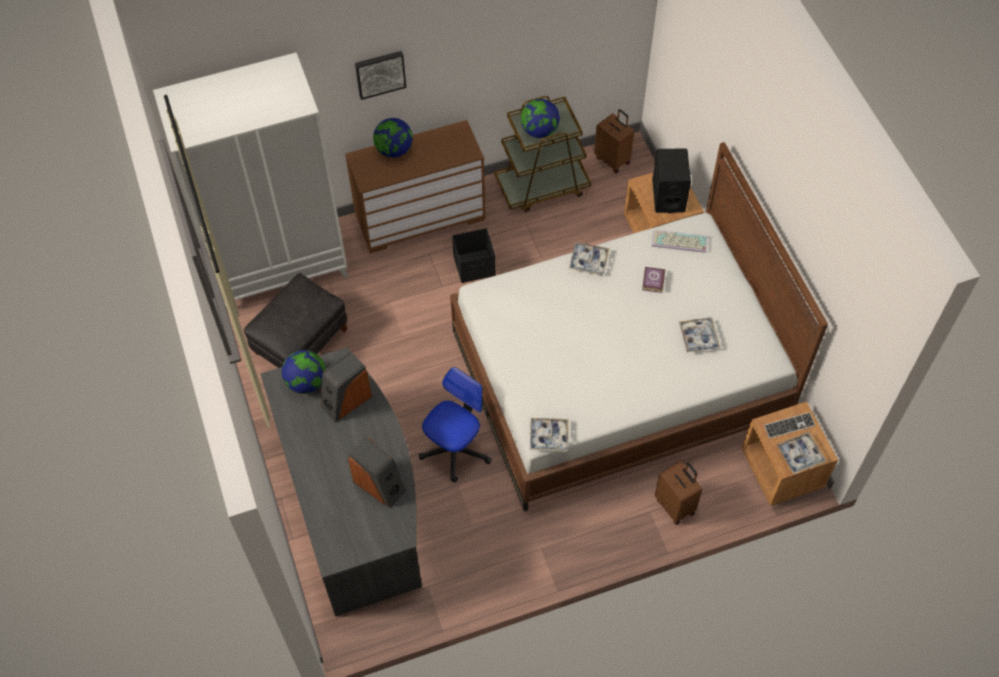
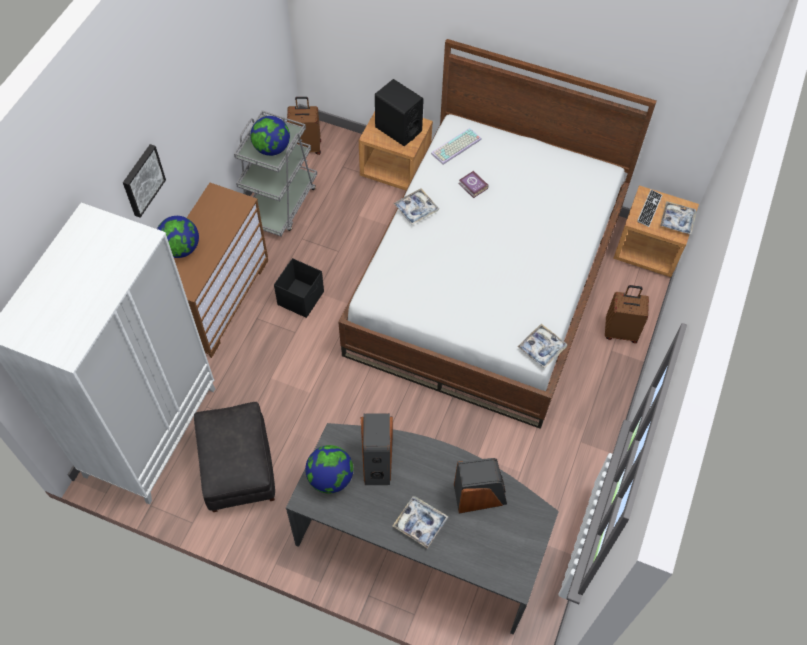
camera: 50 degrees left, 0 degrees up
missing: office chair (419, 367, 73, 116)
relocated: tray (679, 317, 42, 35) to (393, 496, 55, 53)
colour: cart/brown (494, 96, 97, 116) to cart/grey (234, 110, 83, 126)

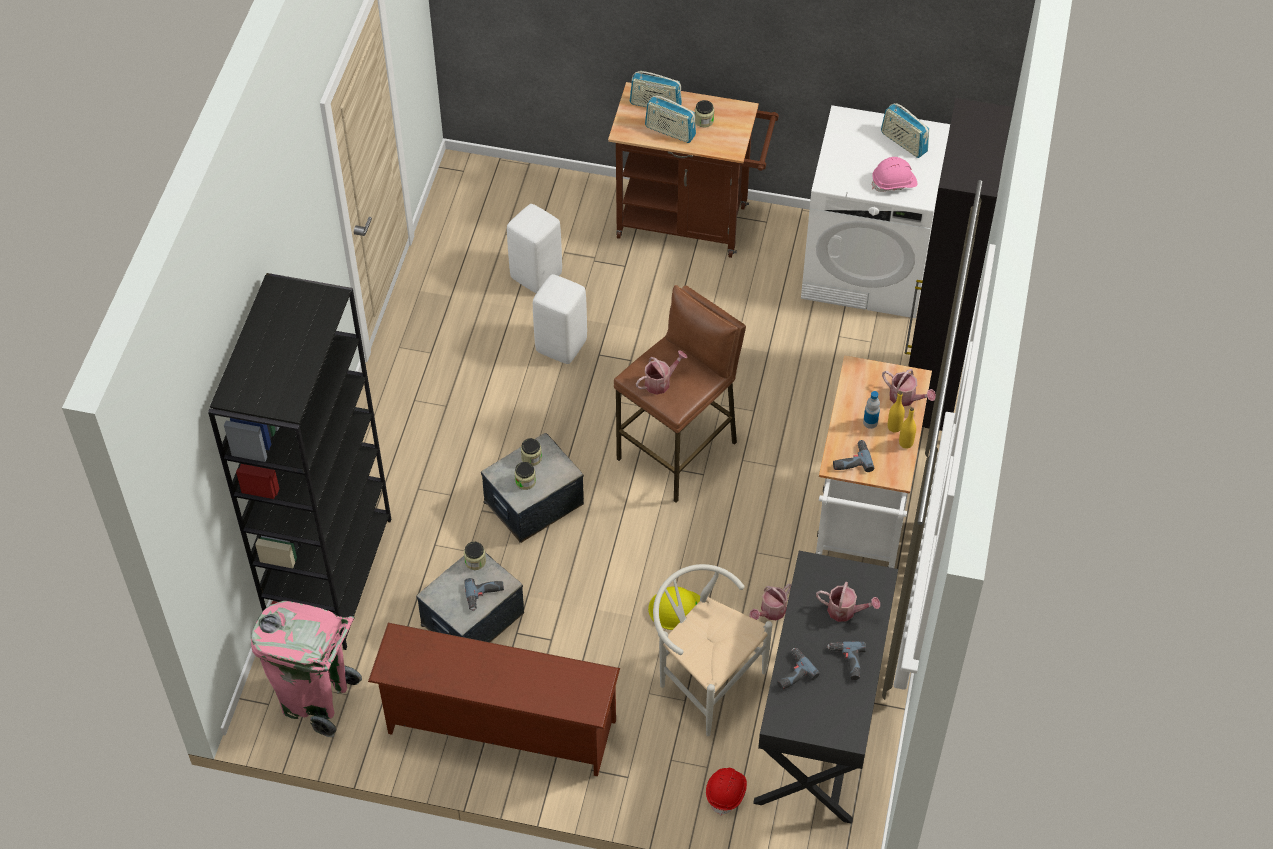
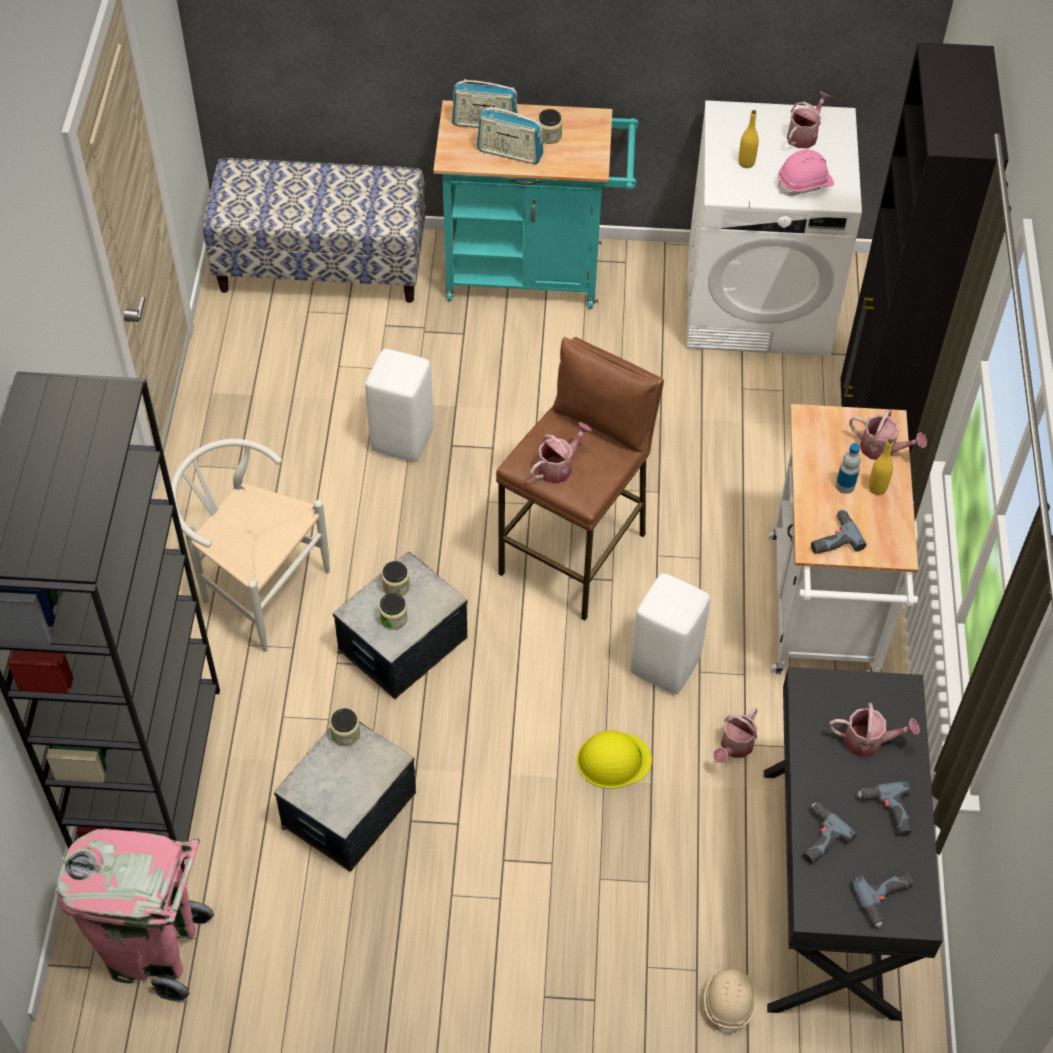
camera: 10 degrees left, 0 degrees up
missing: shoe rack/brown (368, 623, 252, 153)
appeared: bench (203, 158, 222, 145)
relocated: chair/white (653, 564, 119, 172) to (171, 439, 159, 213); stool/white (507, 204, 55, 89) to (630, 573, 80, 121); bottle/yellow (899, 407, 17, 42) to (738, 110, 21, 58); power drill (464, 578, 40, 33) to (851, 873, 62, 55)
exchanged: radio (881, 103, 48, 55) to watering can (787, 91, 44, 57)
colour: cart/brown (608, 82, 171, 176) to cart/turquoise (433, 100, 205, 209); hard hat/red (706, 768, 41, 48) to hard hat/beige (704, 969, 53, 67)

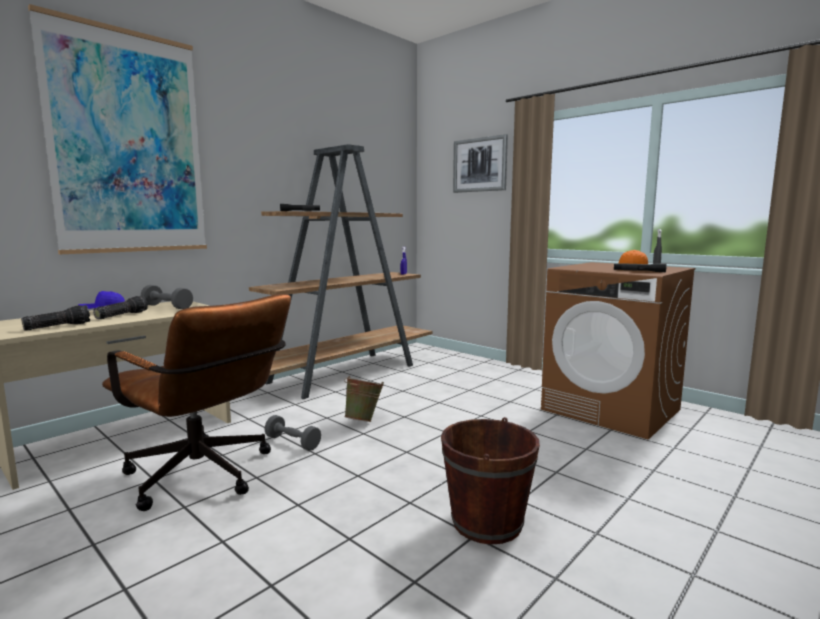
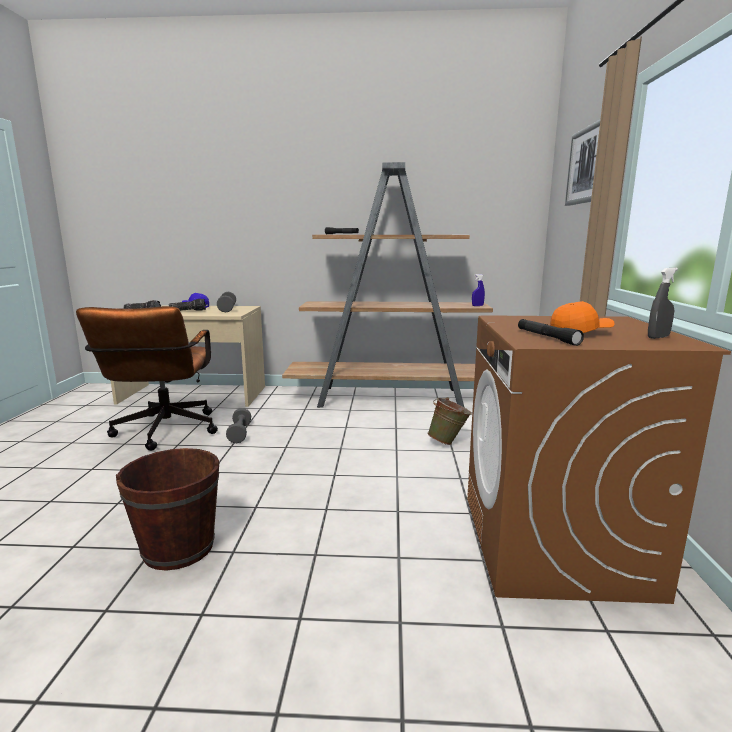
camera: 50 degrees right, 5 degrees up
missing: picture (28, 4, 179, 250)
relocated: bucket/green (344, 376, 40, 46) to (428, 397, 44, 48)

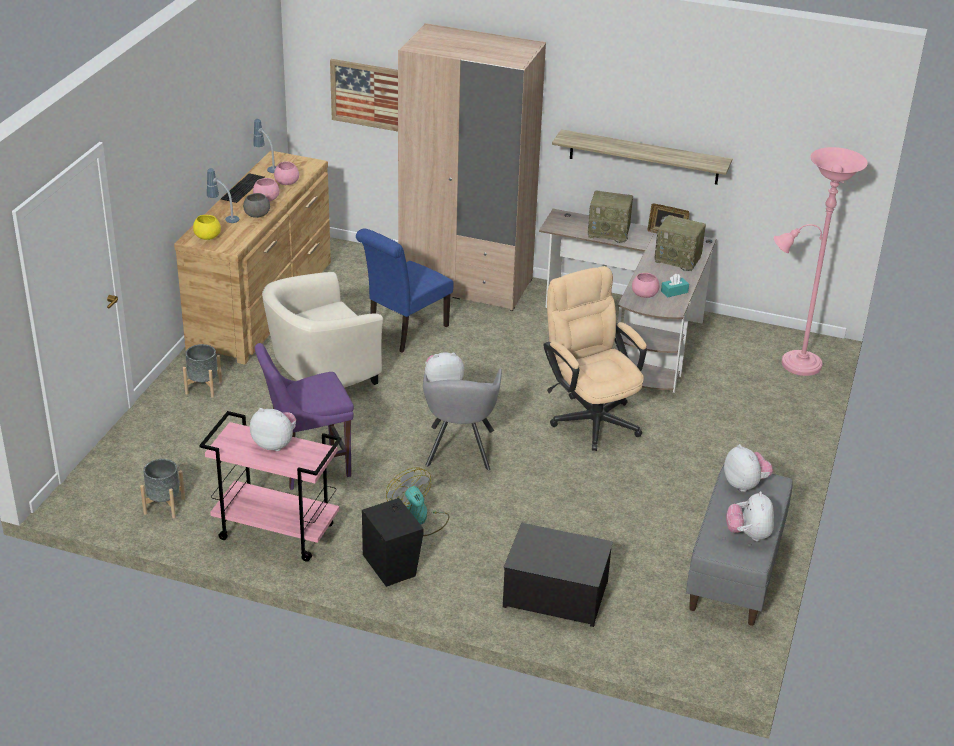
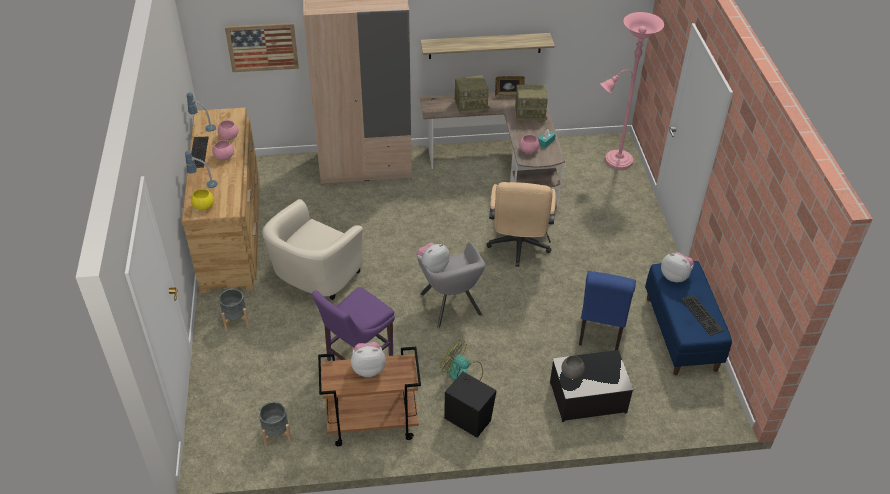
camera: 25 degrees left, 10 degrees up
relocated: bowl/grey (243, 193, 27, 25) to (561, 356, 24, 23); chair/blue (356, 229, 98, 124) to (579, 271, 57, 79)
exchanged: plush toy (726, 491, 48, 50) to keyboard (681, 294, 43, 42)
colour: cart/pink (199, 411, 142, 151) to cart/brown (318, 347, 103, 99); bench/grey (686, 465, 107, 161) to bench/blue (645, 261, 87, 114)
spun: office chair/beige (544, 266, 103, 185) = (486, 182, 70, 85) 120 degrees counterclockwise

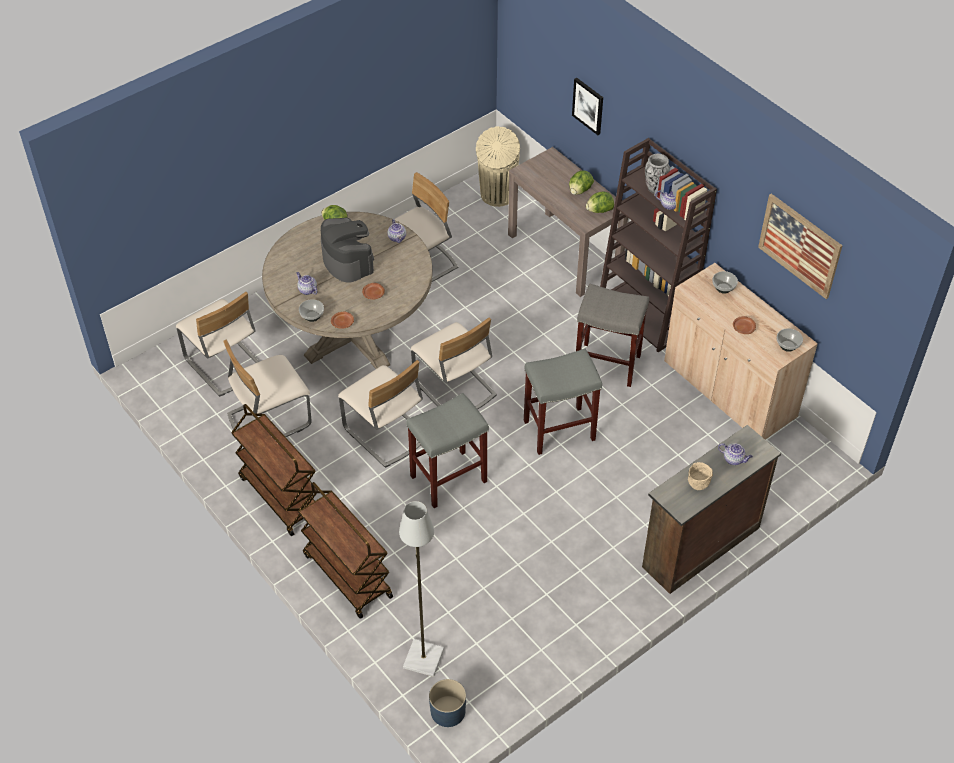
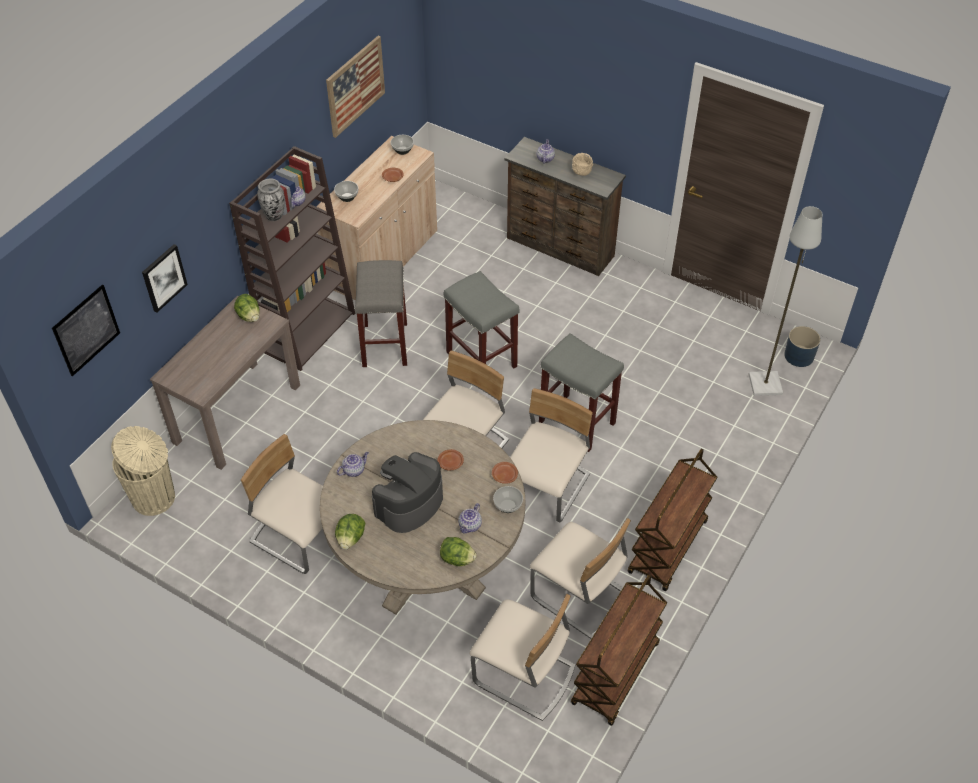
camera: 110 degrees left, 0 degrees up
appeared: picture (52, 284, 68, 92)
relocated: lettuce (569, 170, 25, 25) to (440, 537, 37, 29); cart/brown (298, 482, 95, 137) to (571, 574, 96, 152)
spun: chair/beige (176, 292, 84, 104) = (470, 594, 106, 127) 90 degrees clockwise

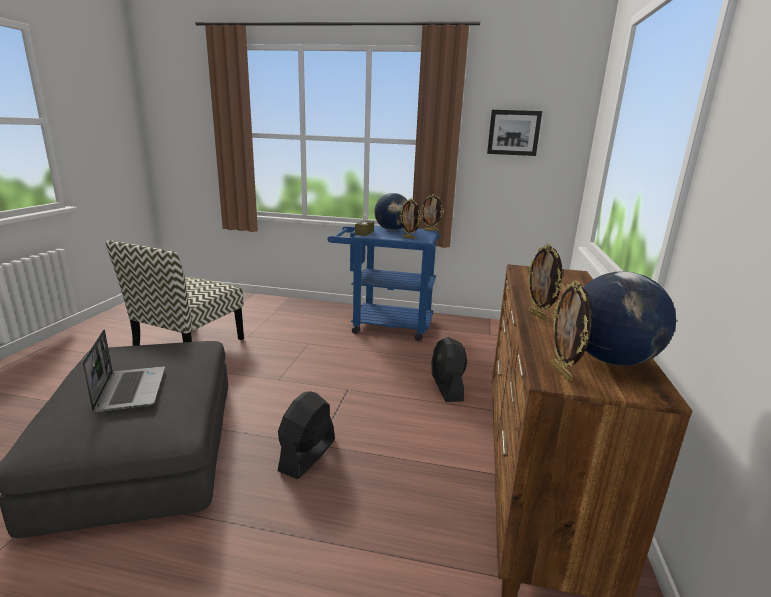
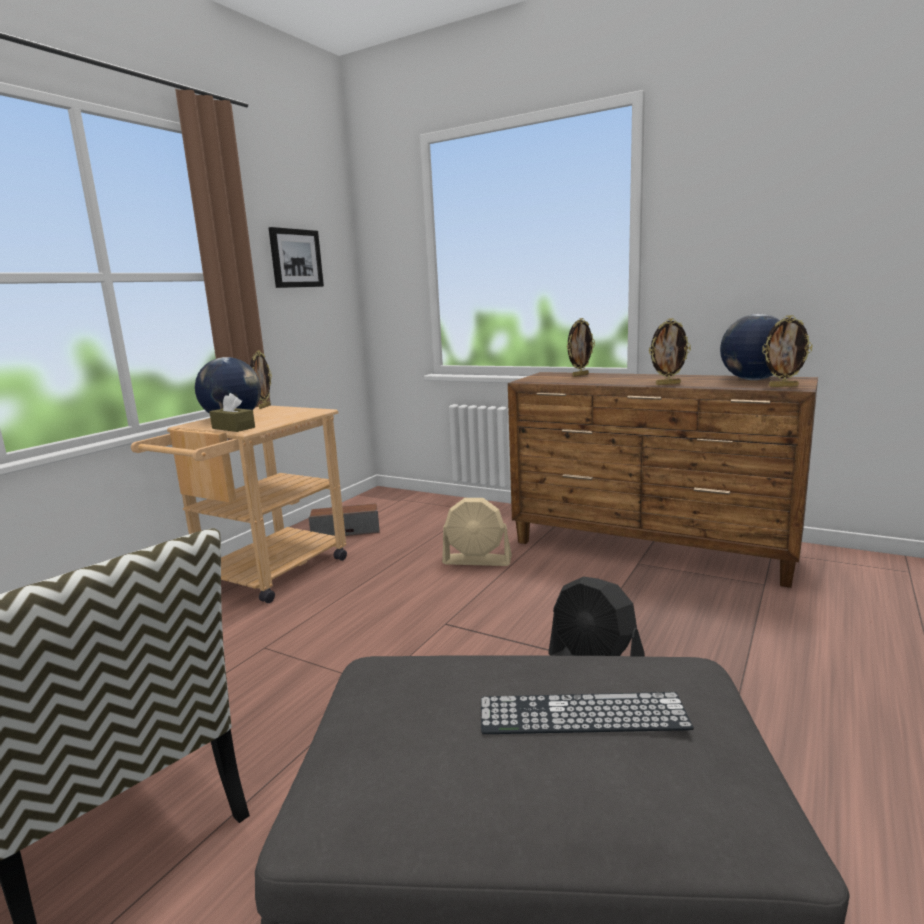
camera: 70 degrees left, 5 degrees down
appeared: speaker (309, 503, 71, 33)
relocated: picture frame (400, 198, 21, 41) to (567, 318, 28, 59)
exchanged: laptop (82, 330, 83, 82) to keyboard (481, 692, 213, 42)
colour: cart/blue (327, 225, 113, 116) to cart/beige (131, 406, 216, 197); fan/black (431, 337, 36, 65) to fan/beige (442, 498, 70, 68)

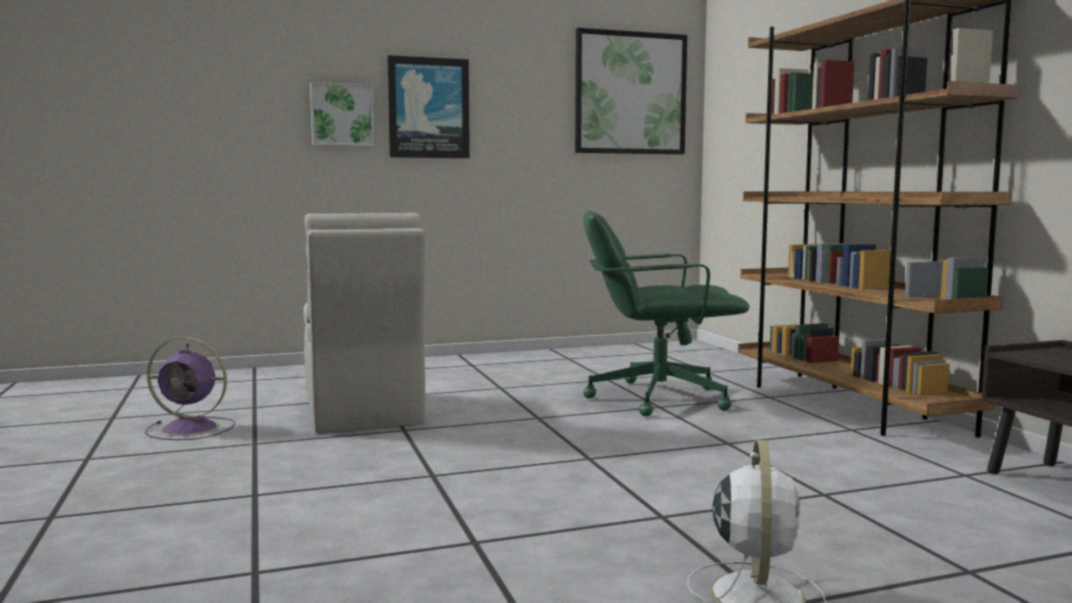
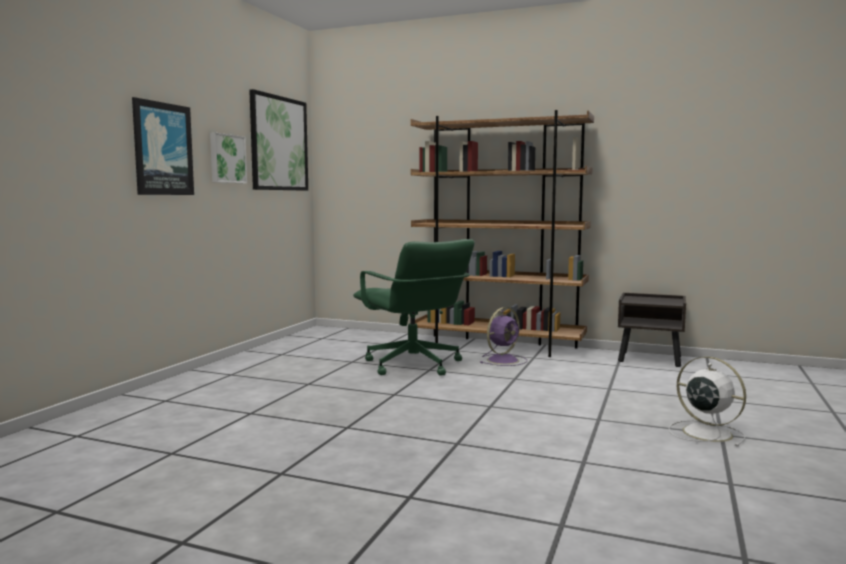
camera: 50 degrees left, 0 degrees up
missing: chair/beige (303, 213, 122, 220)
relocated: picture (310, 82, 64, 64) to (210, 132, 37, 51); fan/purple (145, 337, 90, 103) to (480, 307, 47, 59)
spun: office chair/green (583, 211, 166, 205) = (353, 239, 122, 137) 75 degrees counterclockwise

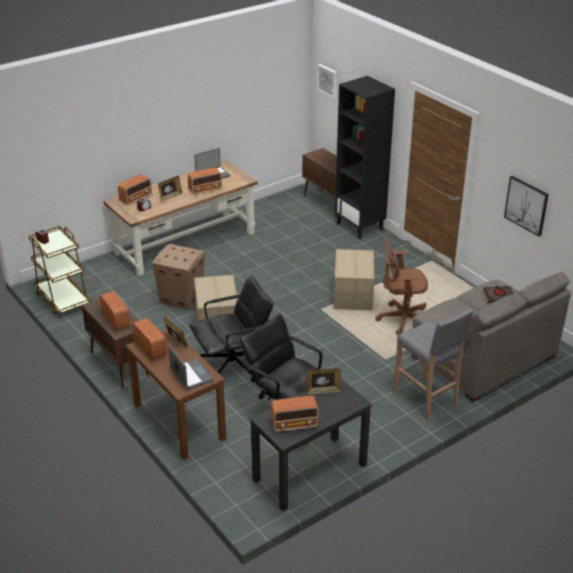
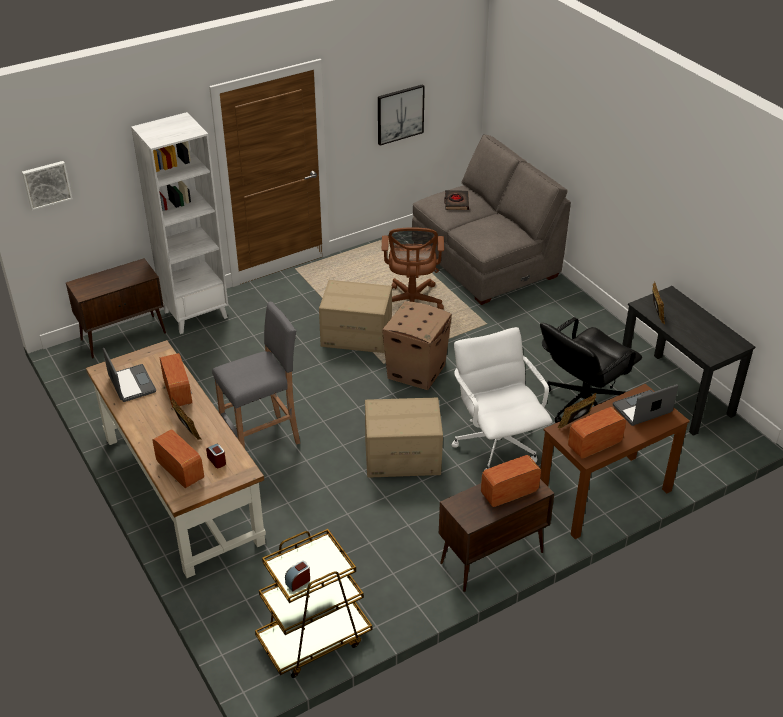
camera: 85 degrees left, 5 degrees up
missing: radio (271, 396, 48, 36)
relocated: stool/grey (393, 308, 81, 112) to (212, 302, 88, 146); cardboard box (152, 244, 53, 66) to (382, 301, 70, 89)
colour: bookcase/black (335, 76, 60, 163) to bookcase/white (131, 112, 97, 222); office chair/black (189, 275, 85, 107) to office chair/white (452, 327, 101, 144)

